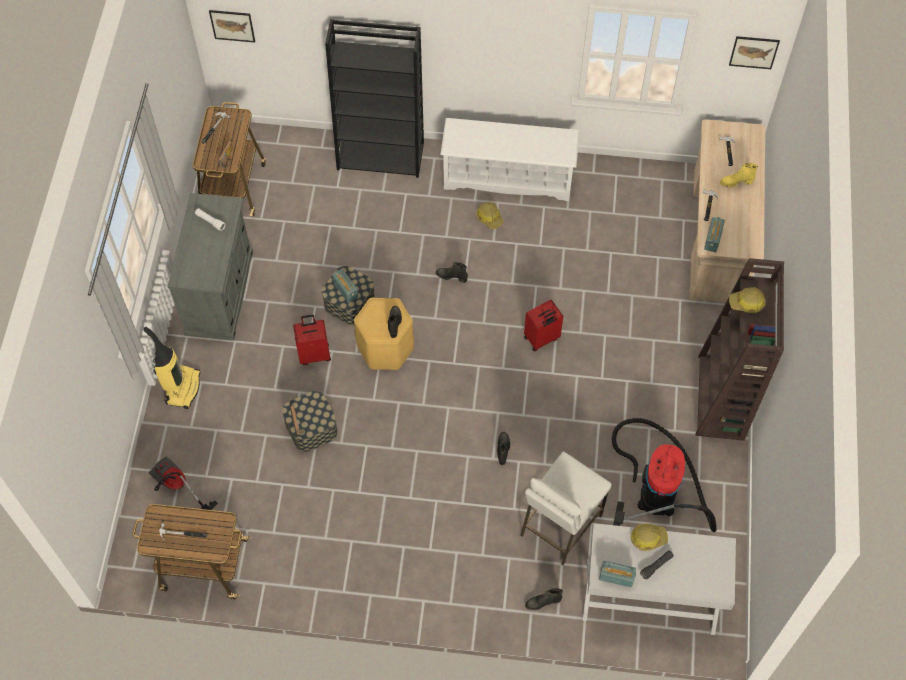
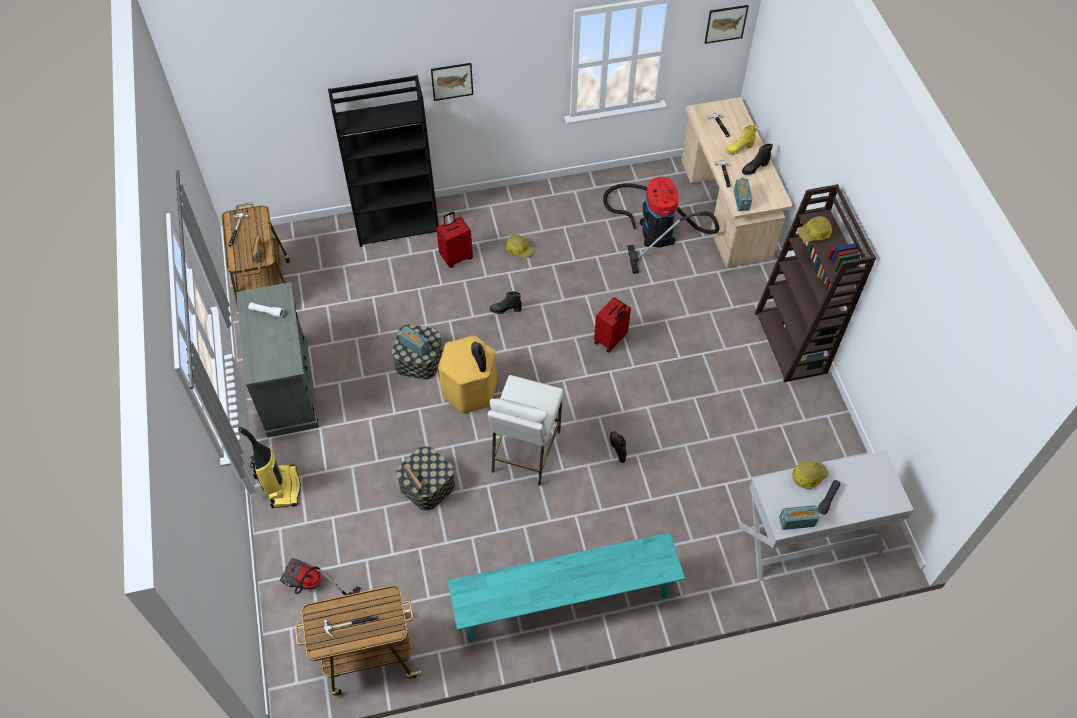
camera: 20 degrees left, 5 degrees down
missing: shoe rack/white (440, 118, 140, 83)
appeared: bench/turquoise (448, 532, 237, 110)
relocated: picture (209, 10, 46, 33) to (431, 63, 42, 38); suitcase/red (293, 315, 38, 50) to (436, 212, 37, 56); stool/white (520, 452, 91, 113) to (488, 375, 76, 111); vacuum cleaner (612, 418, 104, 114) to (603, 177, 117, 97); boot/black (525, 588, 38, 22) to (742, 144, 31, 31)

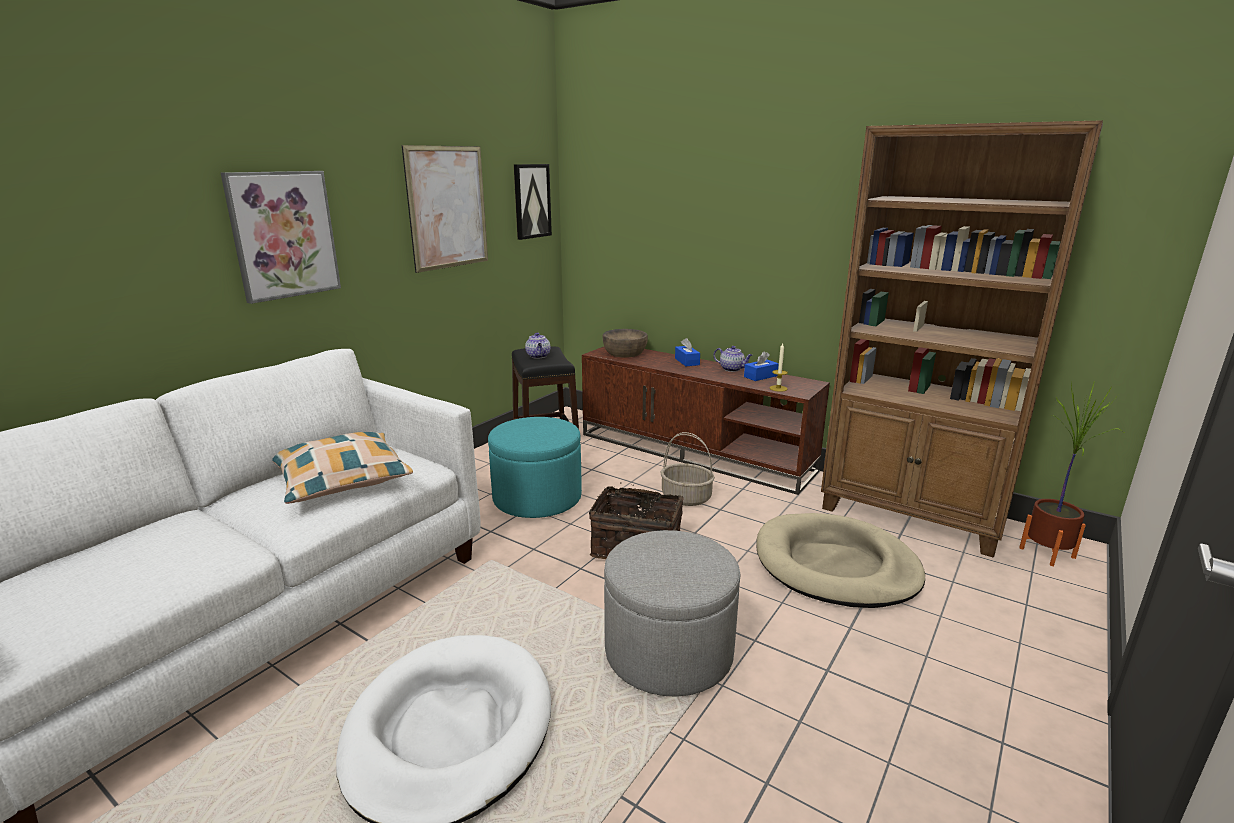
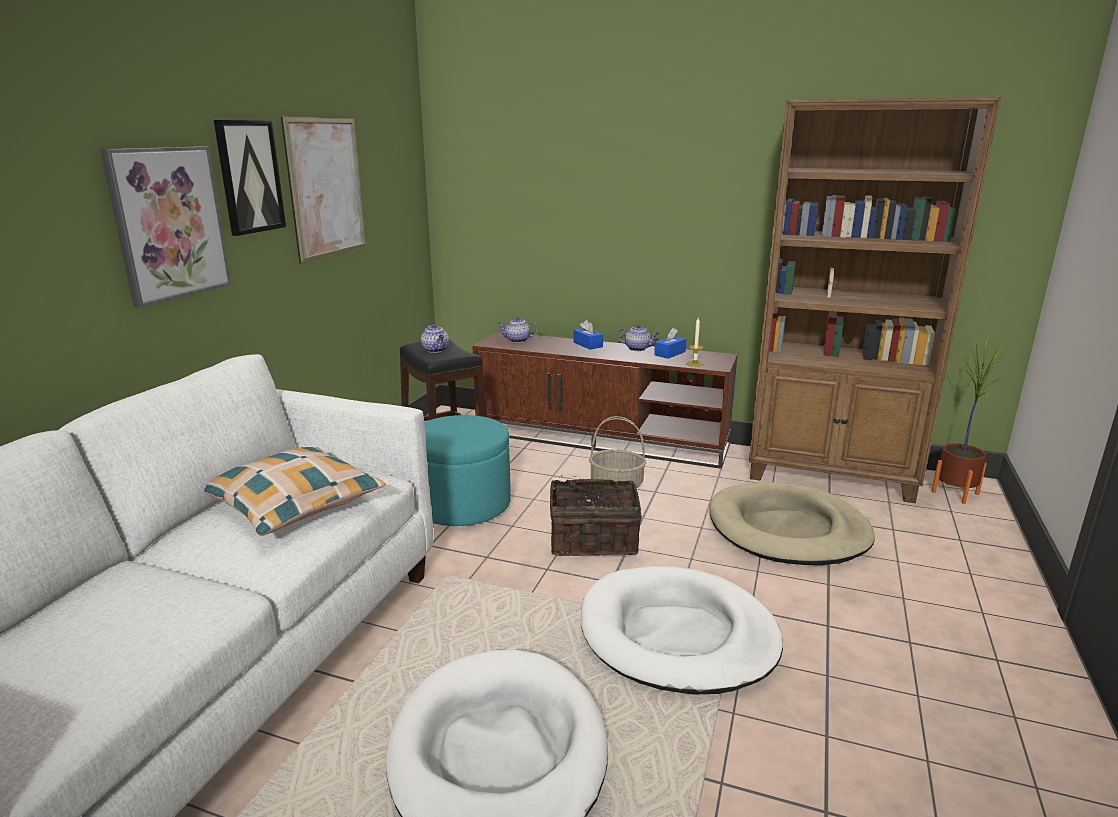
camera: 15 degrees left, 0 degrees up
relocated: picture (514, 164, 38, 76) to (214, 120, 72, 116)
exchanged: bowl/brown (603, 329, 45, 29) to teapot (498, 317, 40, 26); ottoman/grey (604, 530, 136, 167) to dog bed/white (581, 566, 202, 129)

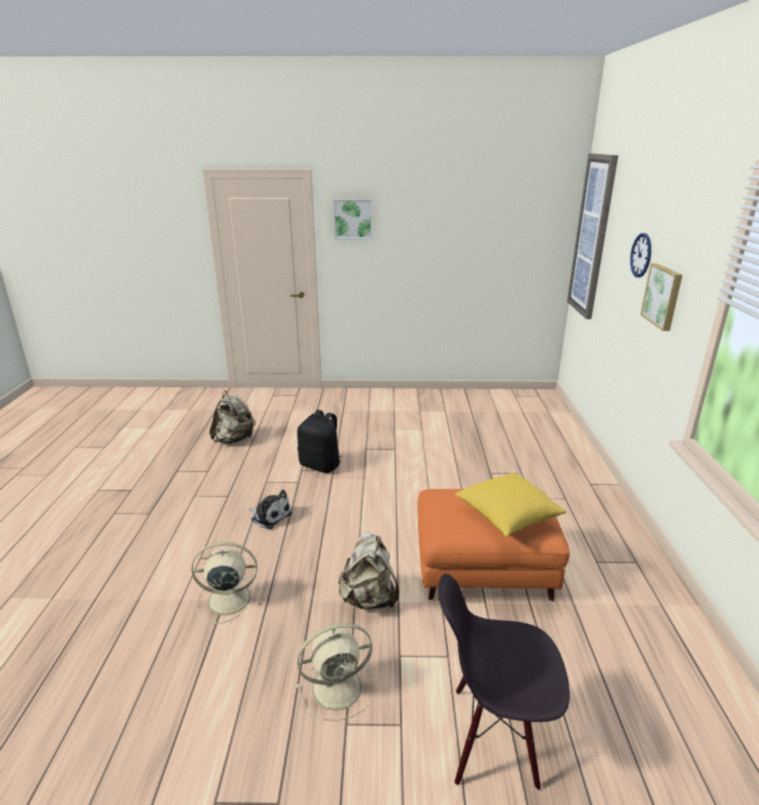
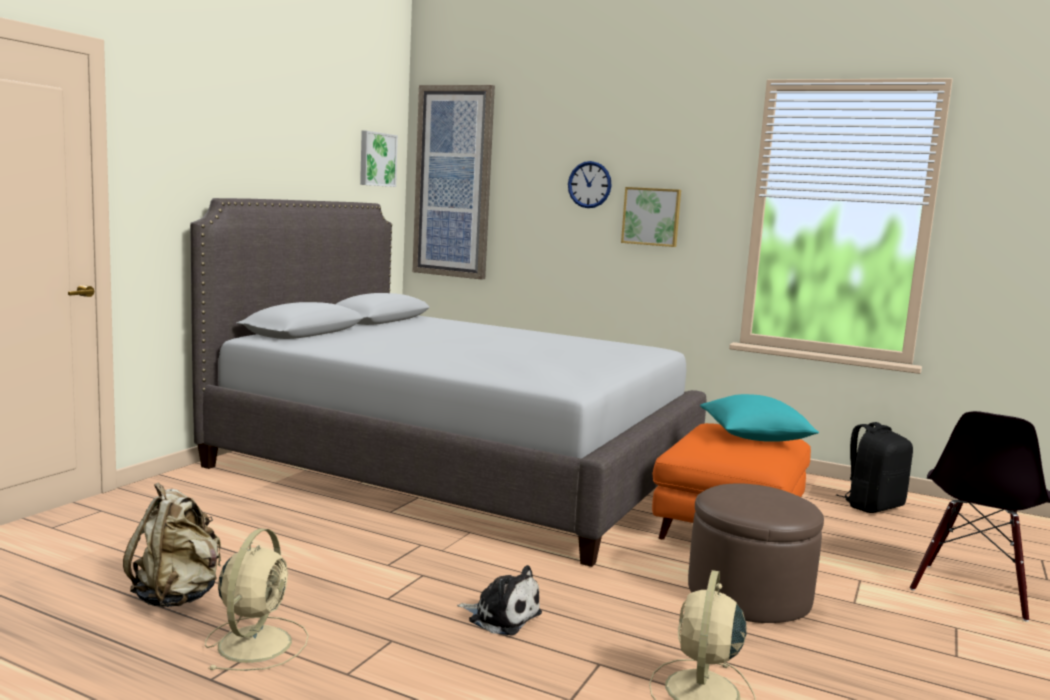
camera: 65 degrees left, 15 degrees down
appeared: bed/grey (190, 198, 516, 369)
relocated: fan/beige (296, 623, 79, 98) to (205, 528, 104, 143); picture (333, 199, 39, 40) to (360, 131, 38, 56); backpack/black (297, 410, 45, 63) to (836, 422, 77, 91)
exchanged: backpack/beige (338, 532, 61, 78) to ottoman/brown (688, 484, 136, 139)
colour: pillow/yellow (455, 472, 111, 65) to pillow/turquoise (700, 394, 119, 48)
spun: plush toy (249, 490, 43, 39) = (457, 565, 85, 71) 60 degrees clockwise

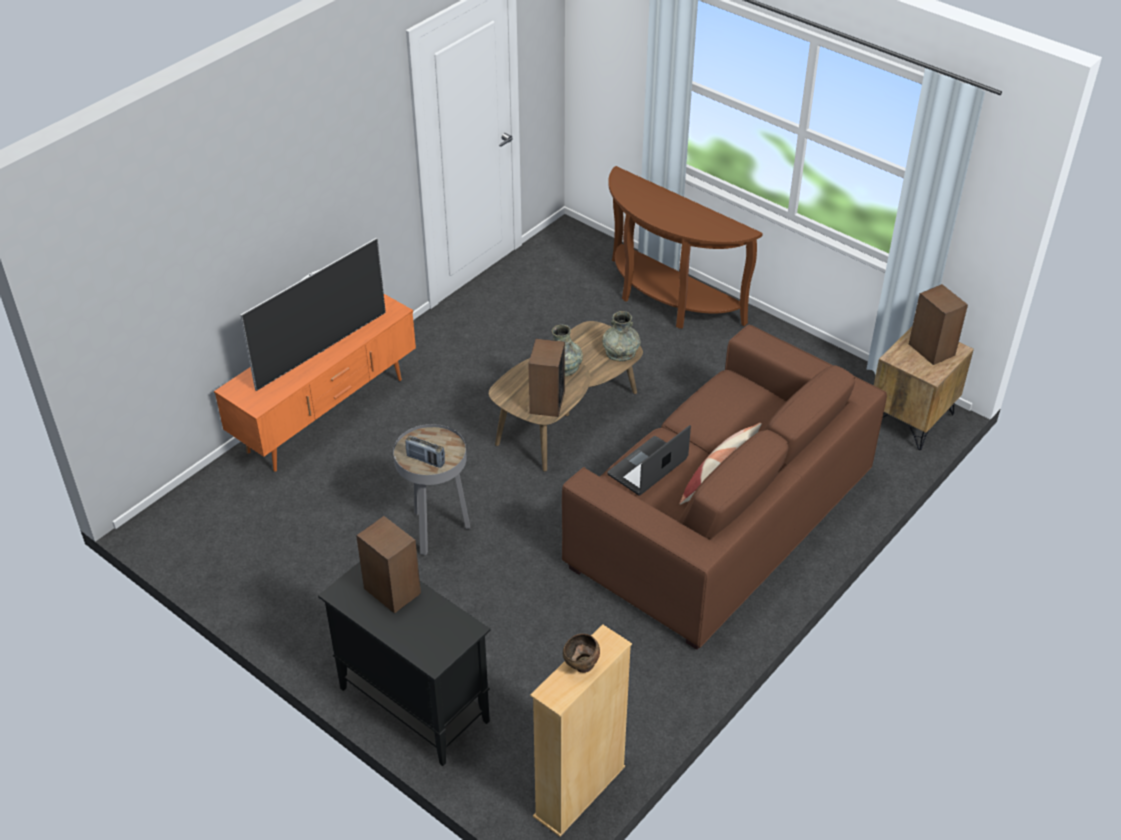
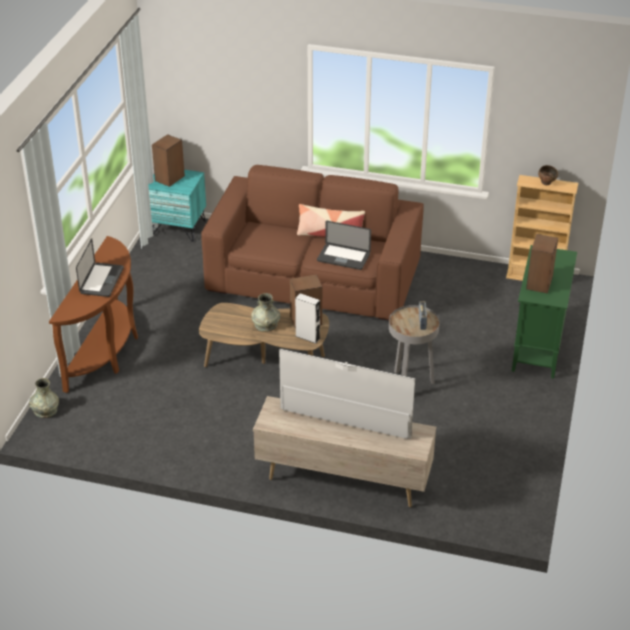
camera: 115 degrees left, 5 degrees down
appeared: laptop (76, 238, 48, 59); speaker/grey (295, 293, 25, 51)
relocated: vase/grey (602, 311, 39, 50) to (29, 378, 30, 40)
colour: nightstand/brown (874, 327, 100, 123) to nightstand/turquoise (148, 170, 58, 72); tv stand/orange (214, 294, 202, 178) to tv stand/beige (253, 396, 183, 111); cabinet/black (318, 562, 172, 204) to cabinet/green (512, 245, 65, 134)

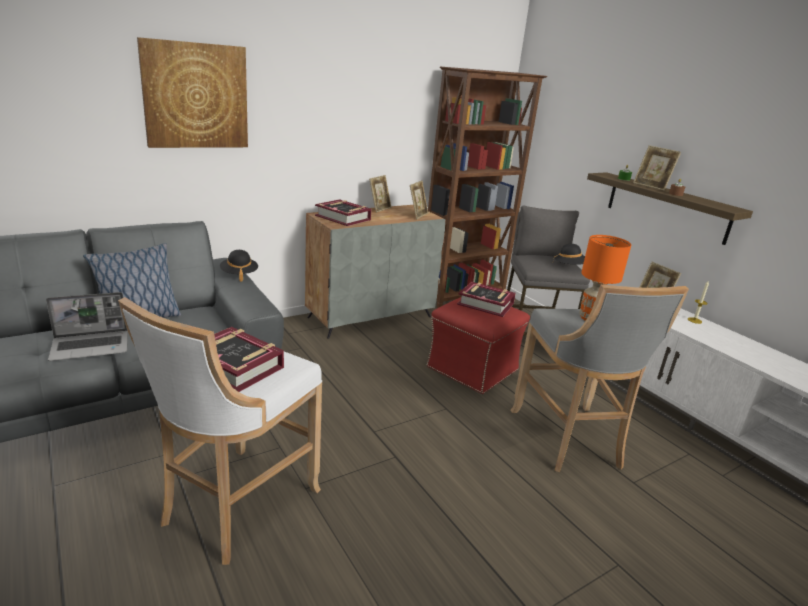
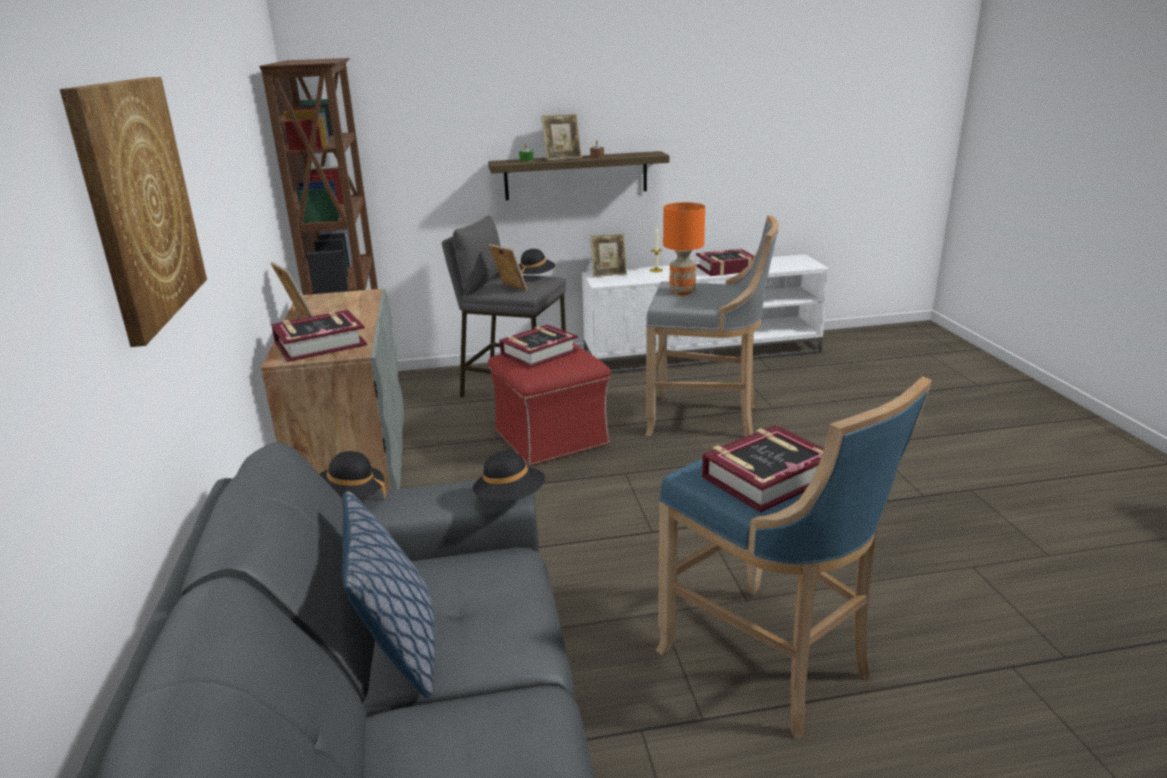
camera: 65 degrees left, 0 degrees up
missing: laptop (46, 292, 82, 69)
appeared: hat/black (473, 451, 72, 50); book (696, 249, 58, 27)
relocated: picture frame (410, 181, 18, 38) to (488, 244, 40, 47)
colour: stool/white (118, 297, 204, 268) to stool/blue (656, 376, 276, 362)

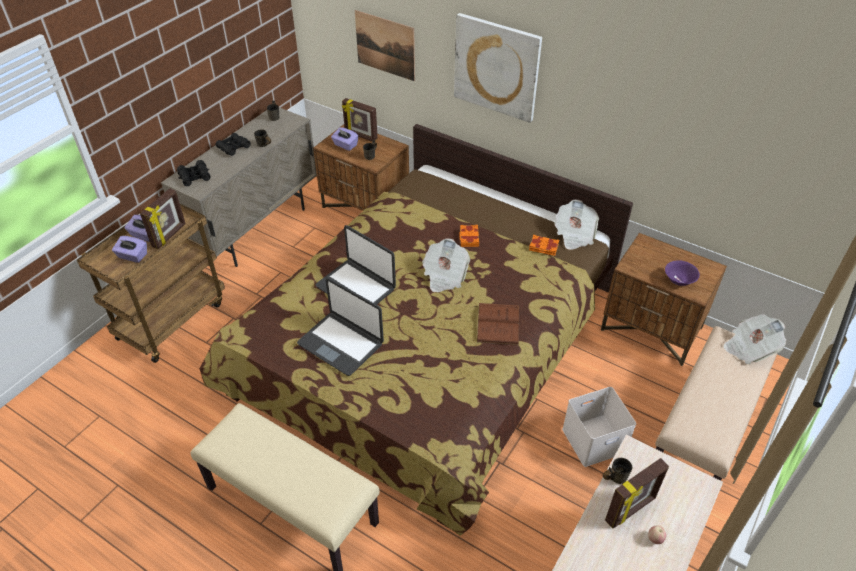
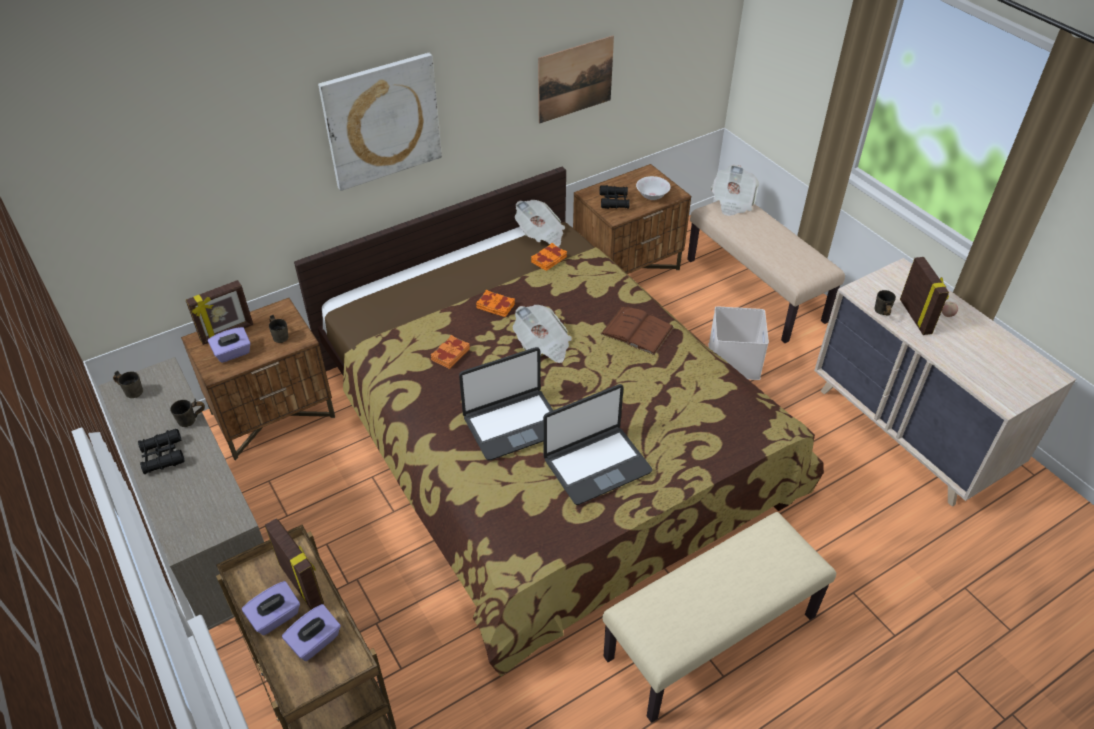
camera: 65 degrees left, 0 degrees up
appeared: book/orange (431, 335, 39, 34)
relocated: picture (355, 10, 60, 71) to (538, 36, 76, 88); binoculars/black (177, 160, 33, 26) to (600, 185, 30, 24)
colour: bowl/purple (665, 260, 35, 26) to bowl/white (636, 176, 35, 24)

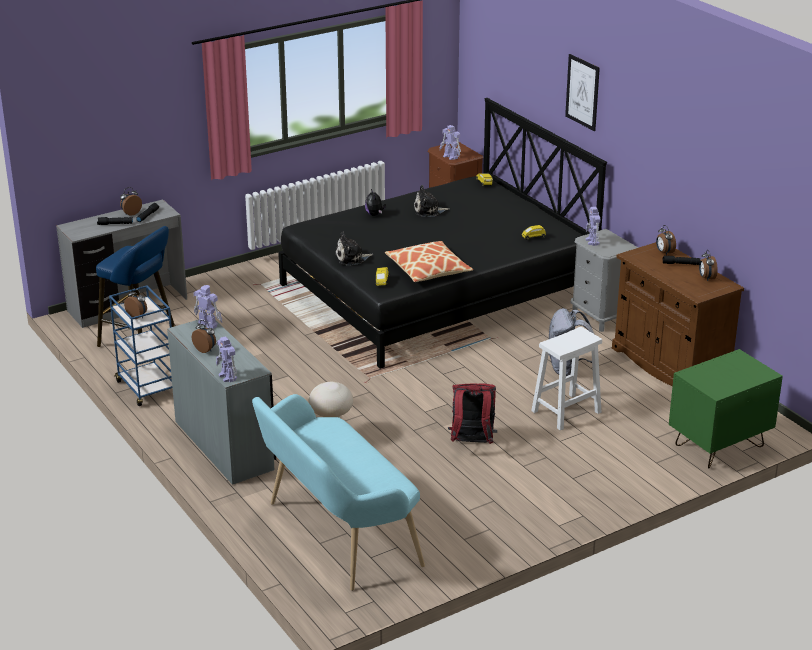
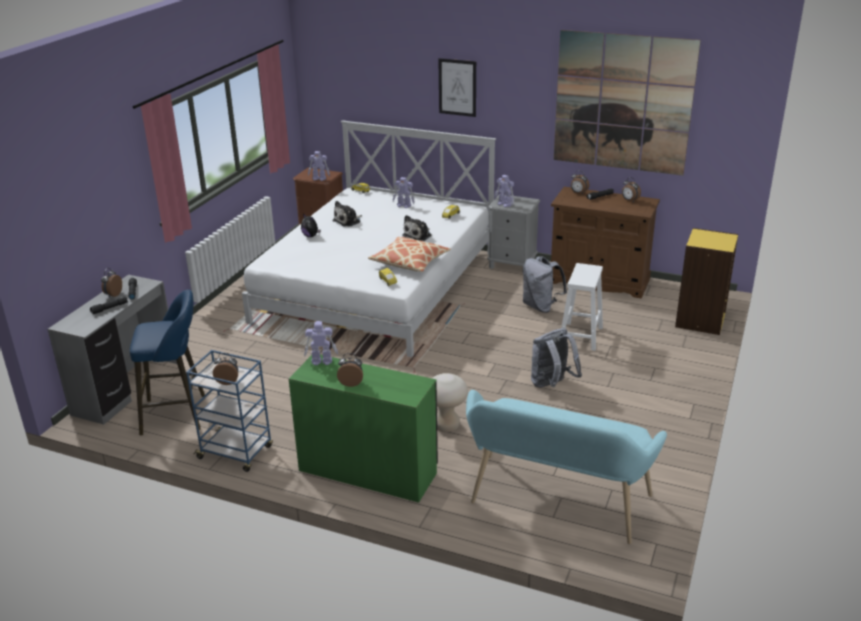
camera: 35 degrees left, 0 degrees up
appeared: picture (554, 30, 147, 146)
relocated: toy robot (216, 336, 21, 46) to (393, 177, 22, 31); plush toy (335, 232, 38, 33) to (402, 215, 30, 26)
exchanged: nightstand/green (669, 349, 114, 119) to bookcase/yellow (675, 228, 63, 107)
colour: bed/black (278, 98, 329, 271) to bed/white (242, 120, 254, 237); desk/grey (167, 319, 109, 166) to desk/green (289, 355, 149, 148); backpack/red (448, 383, 49, 61) to backpack/grey (531, 328, 51, 59)

